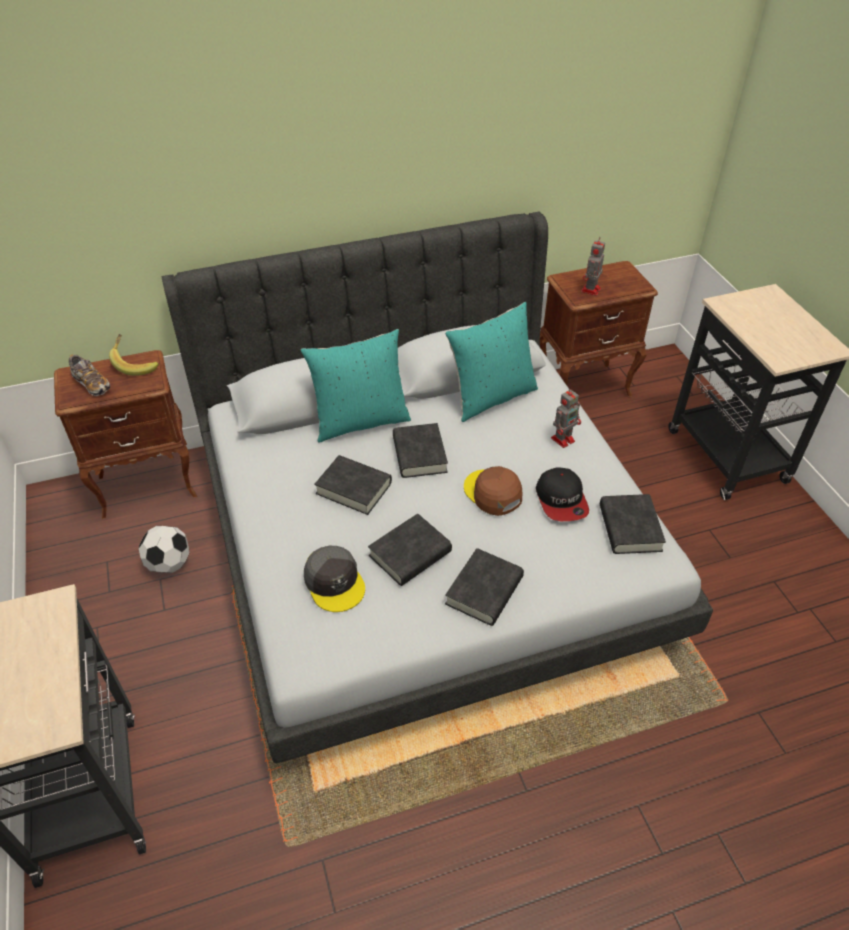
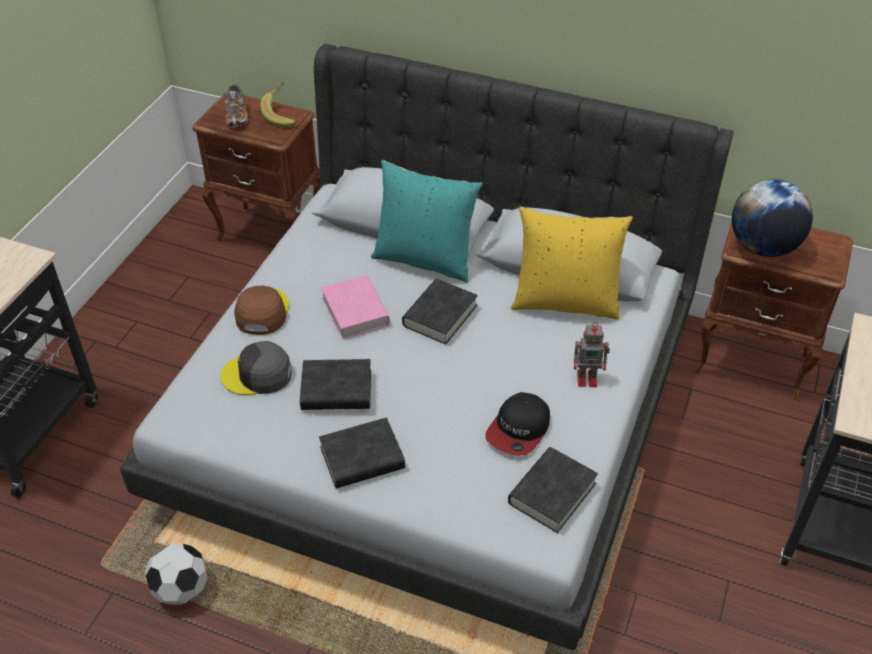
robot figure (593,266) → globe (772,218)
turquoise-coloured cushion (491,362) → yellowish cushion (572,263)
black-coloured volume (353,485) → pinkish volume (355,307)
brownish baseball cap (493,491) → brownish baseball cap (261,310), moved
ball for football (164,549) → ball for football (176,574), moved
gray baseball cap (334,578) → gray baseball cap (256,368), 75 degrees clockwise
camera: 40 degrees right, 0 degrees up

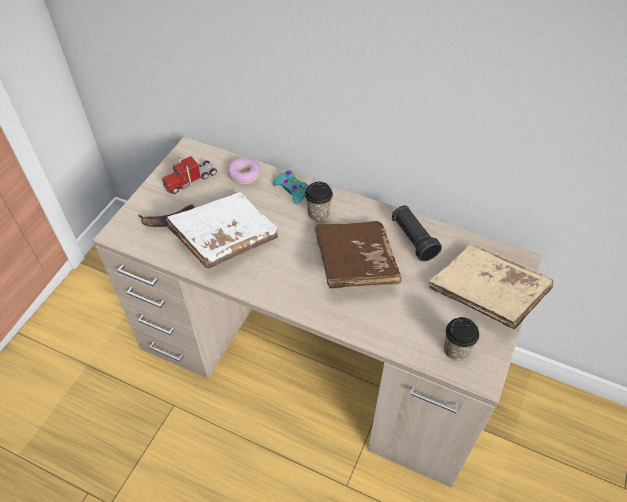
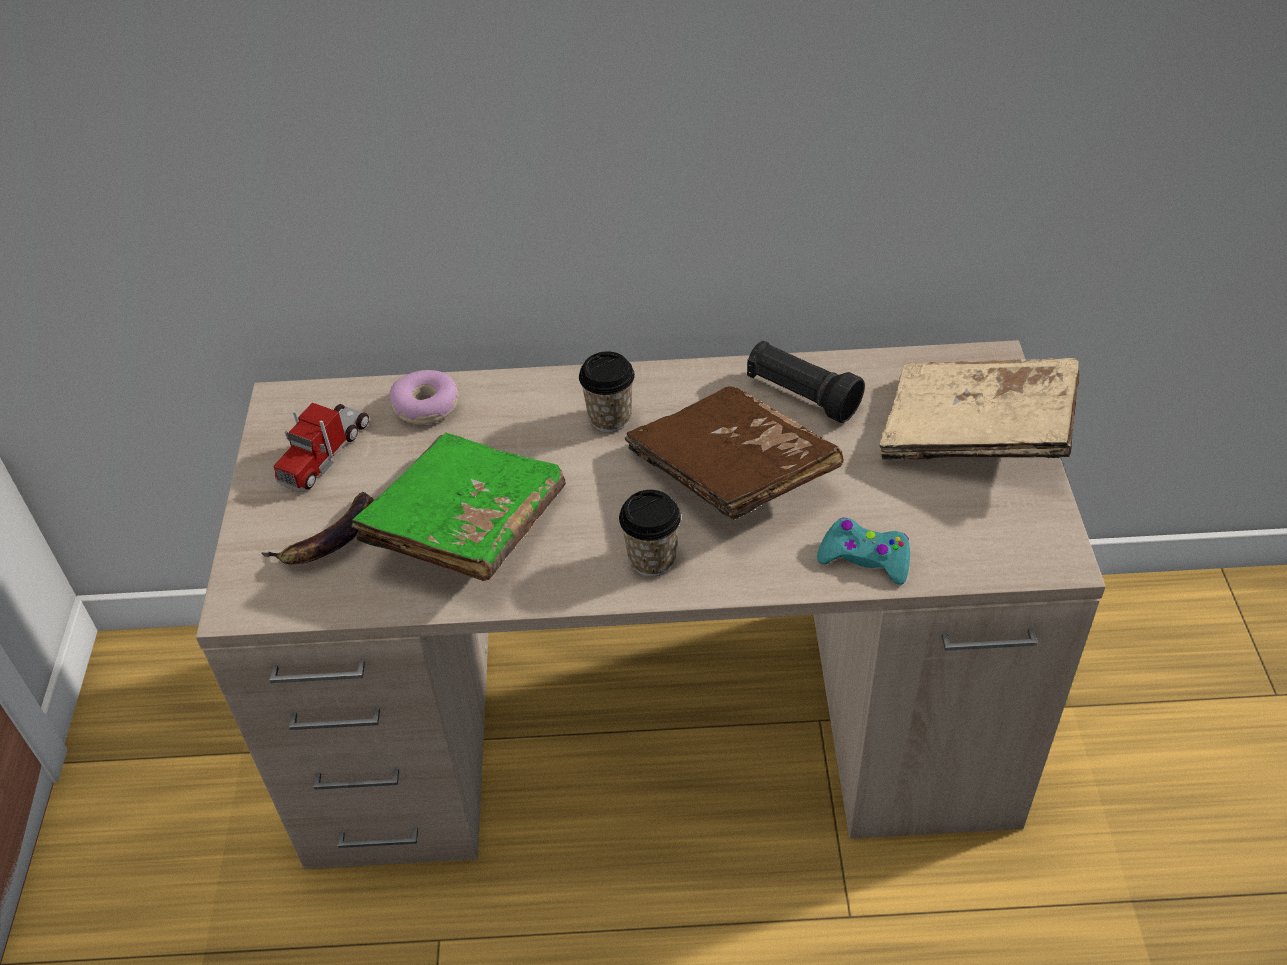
turquoise-coloured gamepad (290,187) → turquoise-coloured gamepad (863,551), moved
whitish volume (222,230) → greenish volume (458,507)
cup (461,339) → cup (650,533), moved
camera: 25 degrees left, 5 degrees down

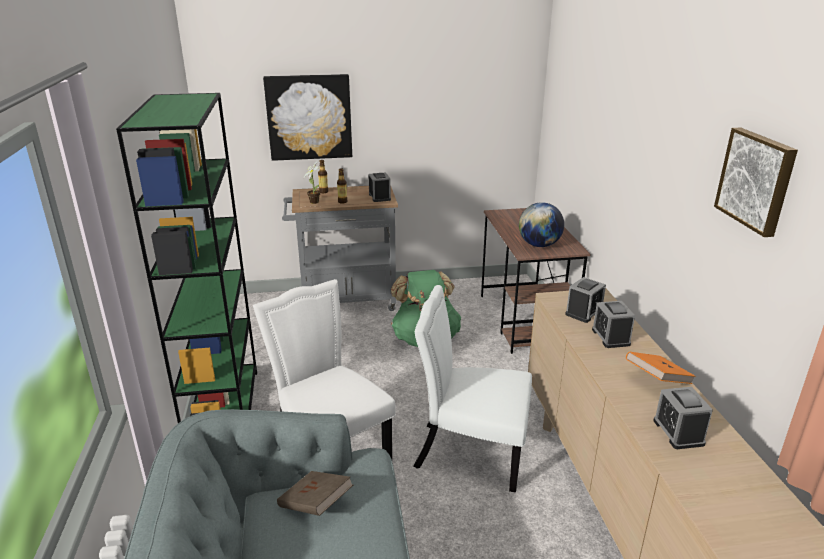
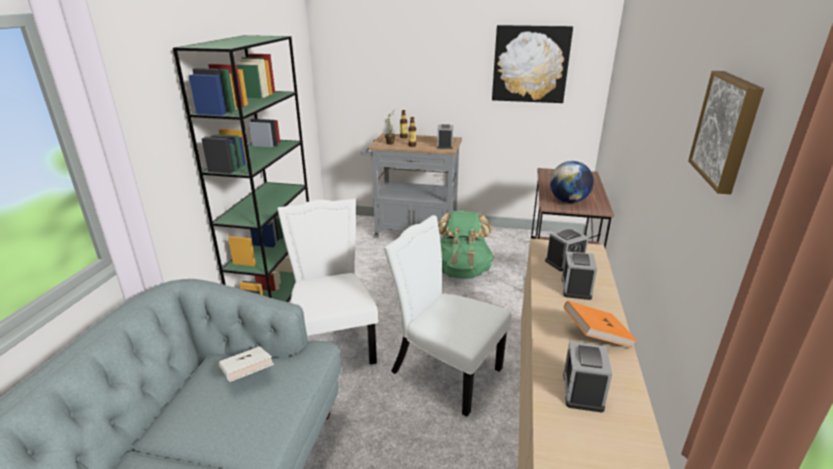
wall art (307,117) → wall art (532,64), moved
brownish volume (315,493) → whitish volume (246,364)
camera: 20 degrees right, 0 degrees up

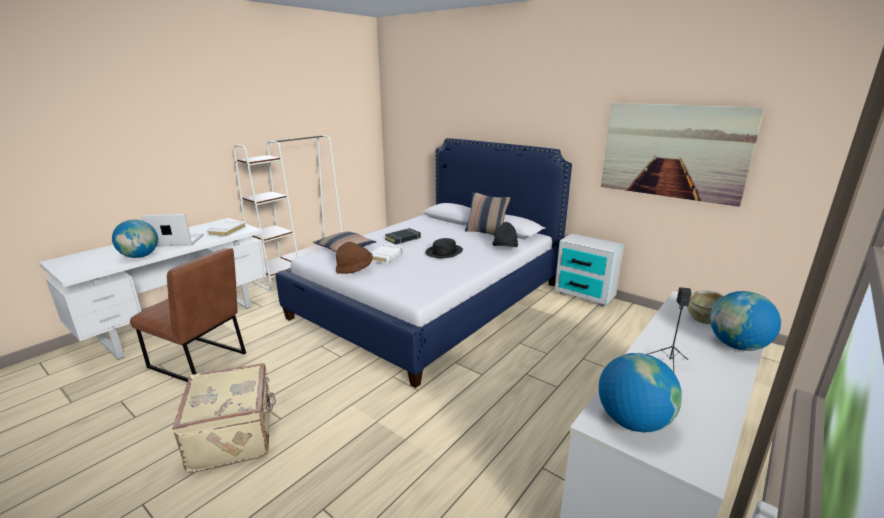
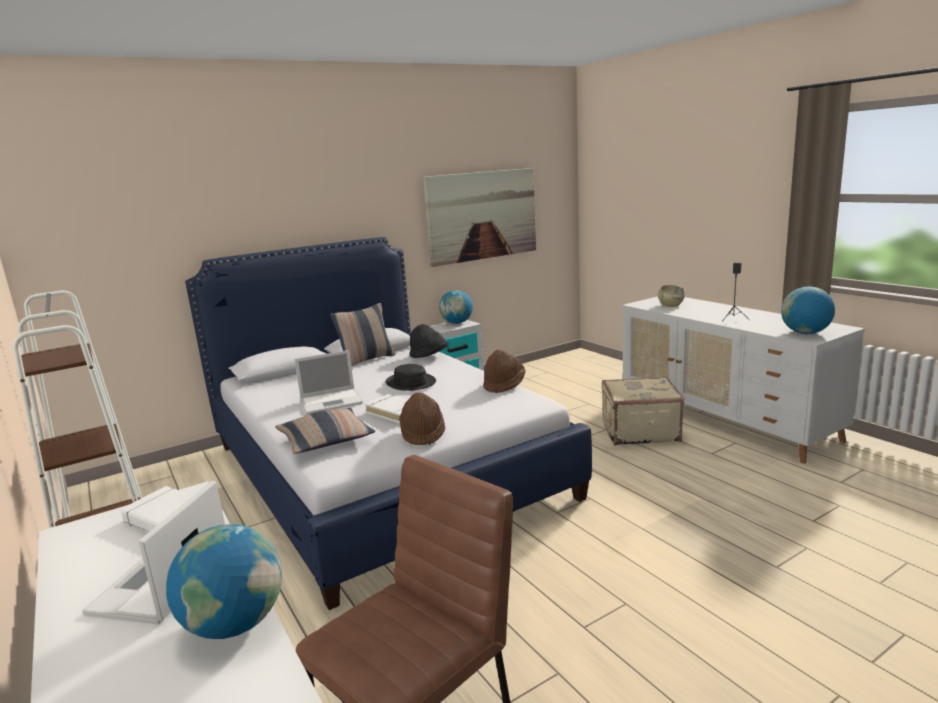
black-coloured volume (403,236) → portable computer (329,382)
globe (745,321) → globe (456,307), moved
beige-coloured piece of luggage (224,418) → beige-coloured piece of luggage (643,411), moved
- → brownish wearable hat (504,371)
camera: 70 degrees left, 5 degrees down

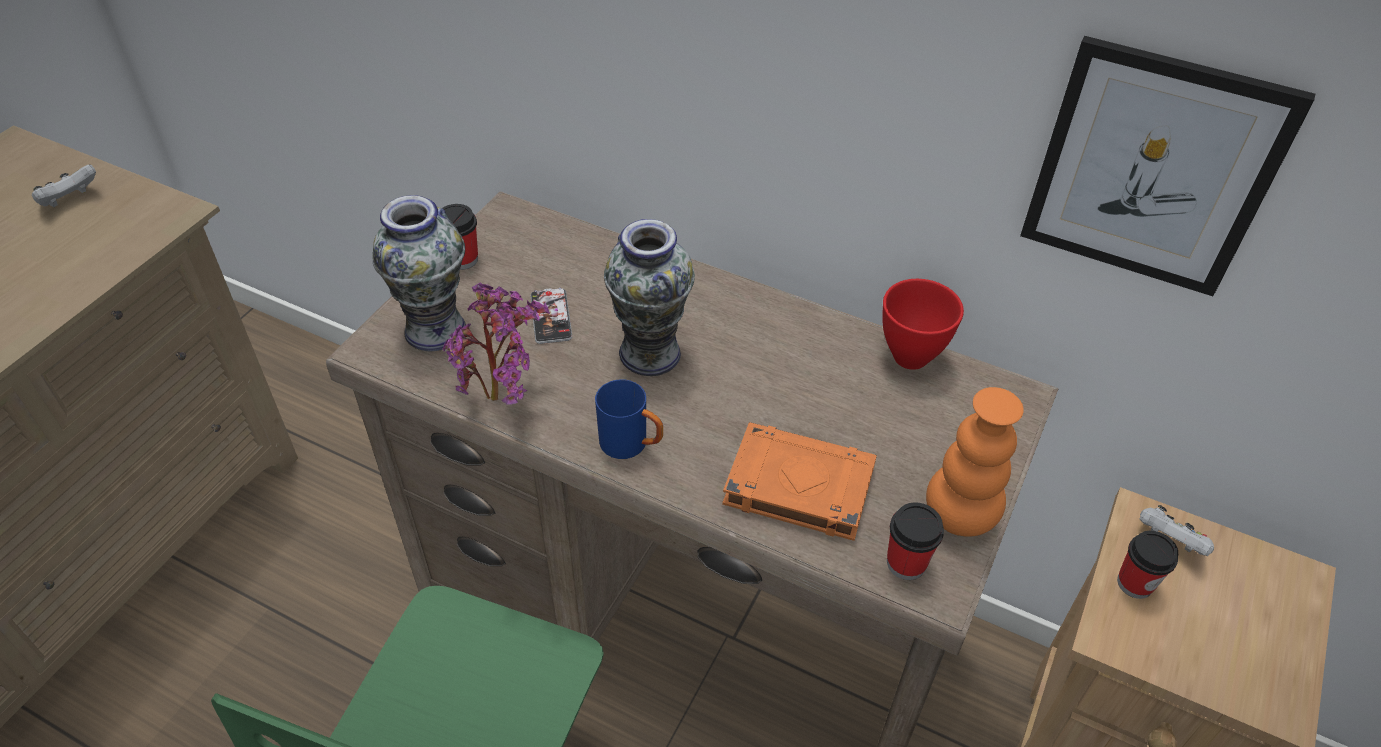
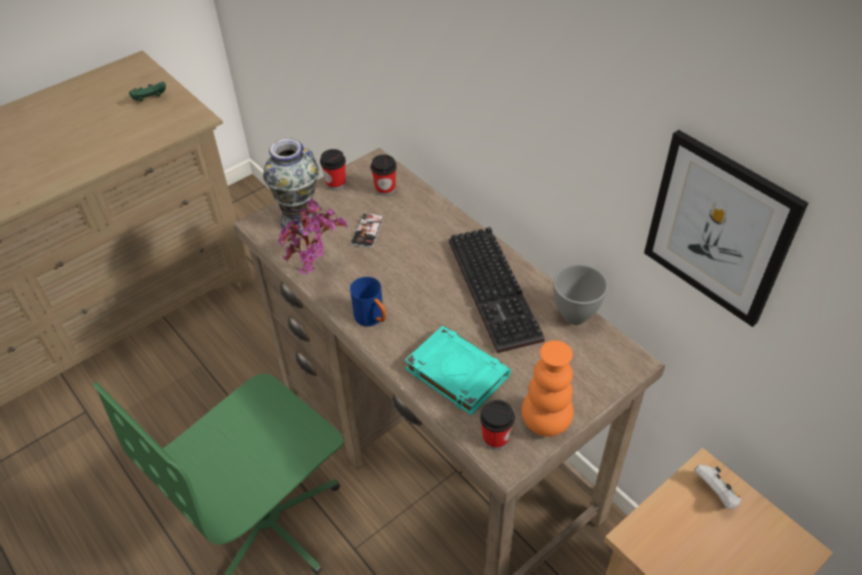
whitish gamepad (64,186) → greenish gamepad (147,92)
decorative vase (649,297) → -
reddish bowl (923,324) → gray bowl (580,294)
orange volume (799,481) → turquoise-coloured volume (458,370)
cup (1147,564) → cup (384,175), moved
- → PC keyboard (497,290)
camera: 25 degrees right, 0 degrees up

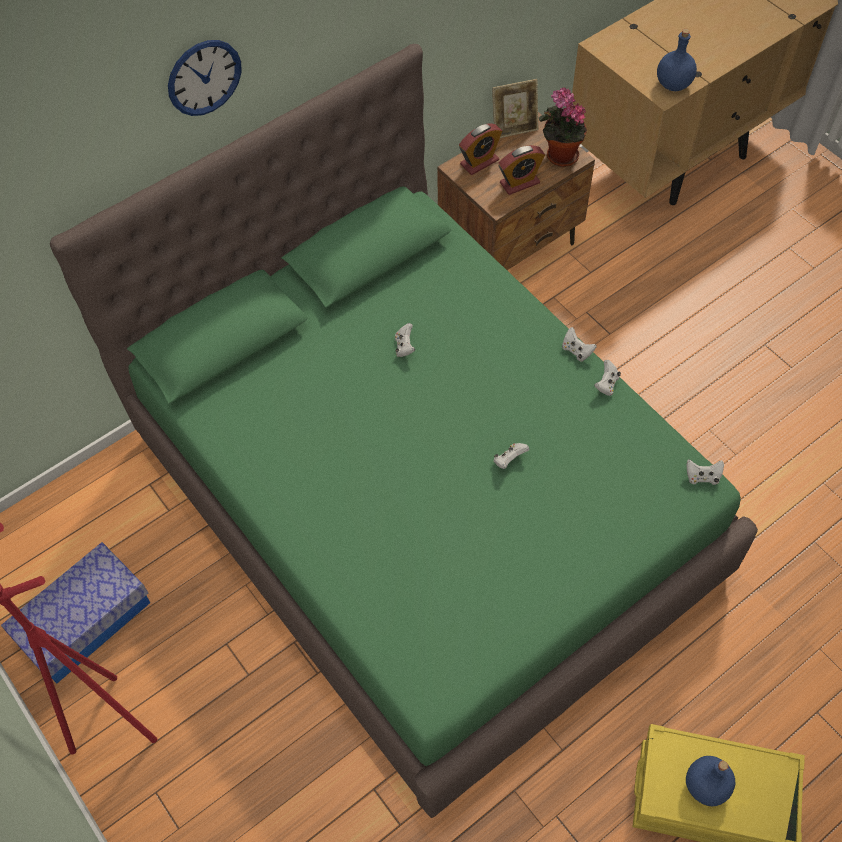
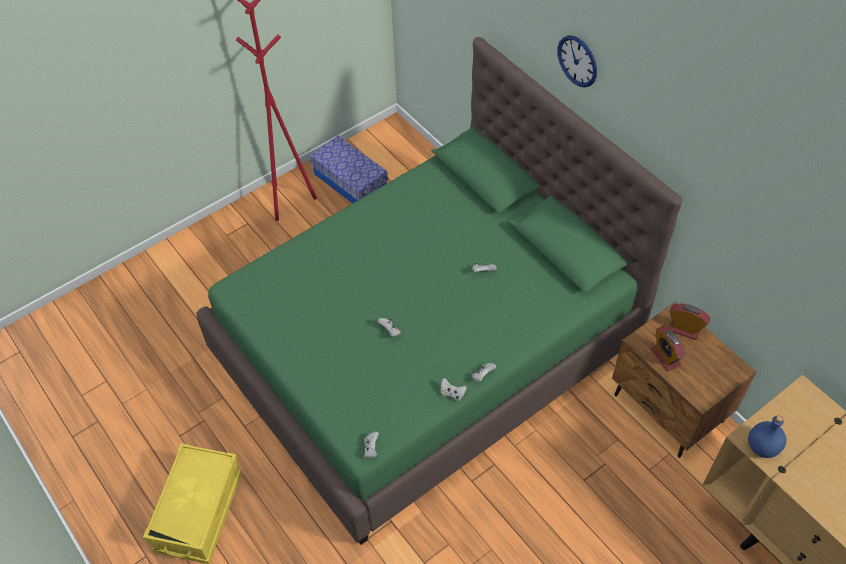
picture frame (515,108) → -
plant in a pot (563,127) → -
bedside clock (480,149) → bedside clock (689,322), 150 degrees clockwise
blue drink bottle (710,781) → -
camera: 90 degrees right, 5 degrees down

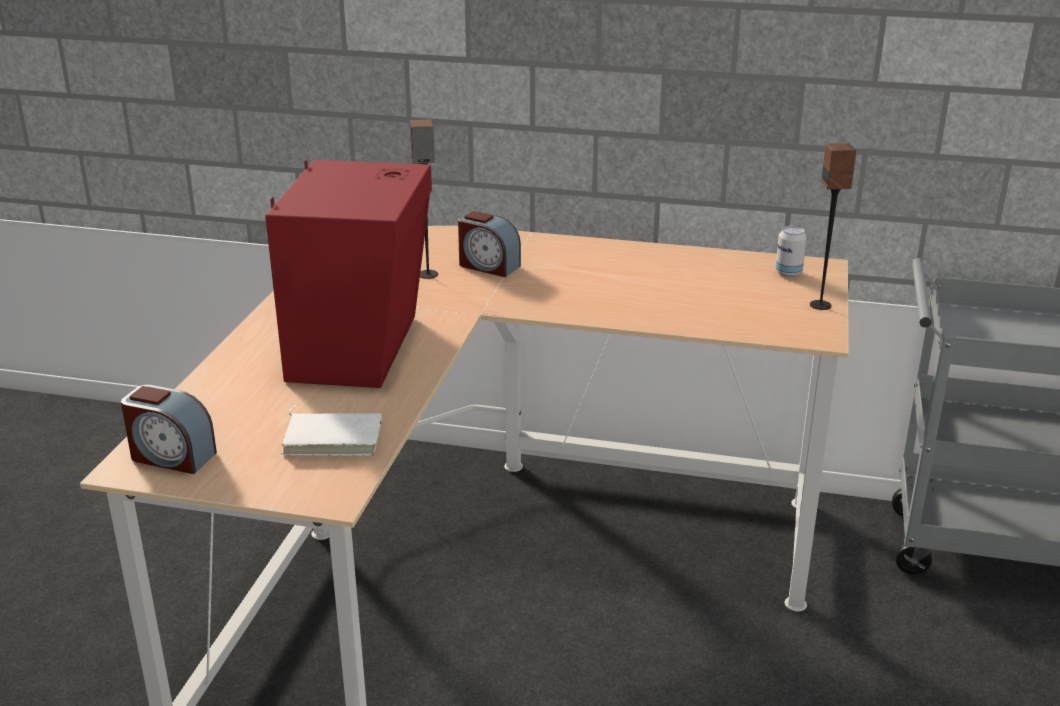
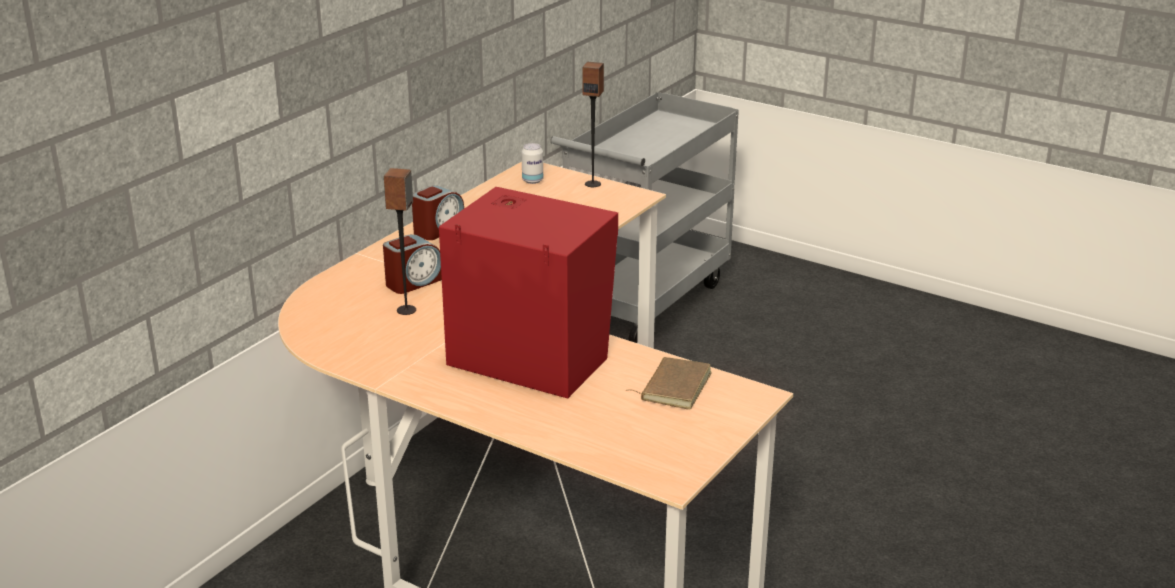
bedside clock (169,429) → bedside clock (438,212), moved
whitish volume (331,430) → brownish volume (669,383)
camera: 70 degrees left, 0 degrees up

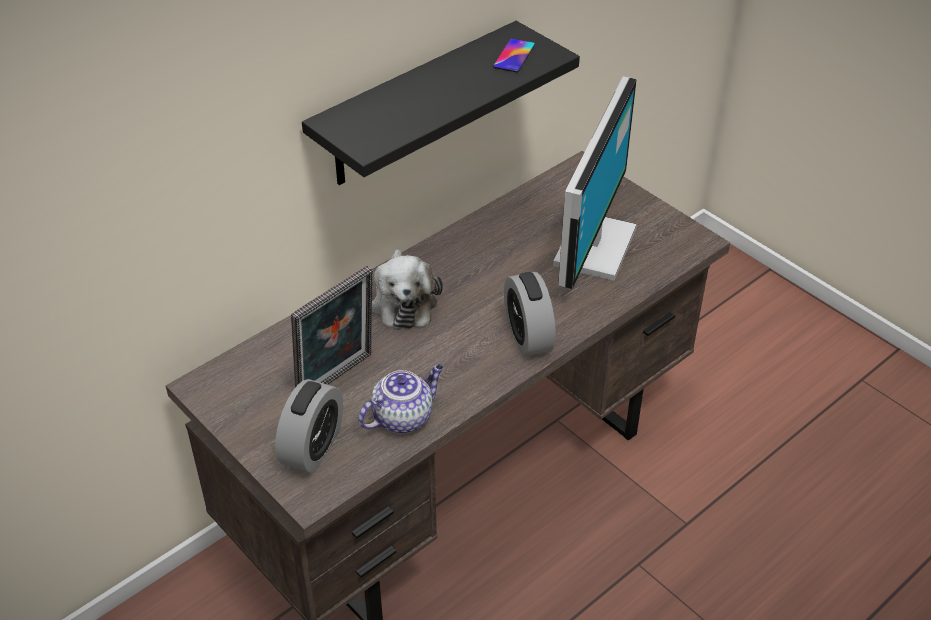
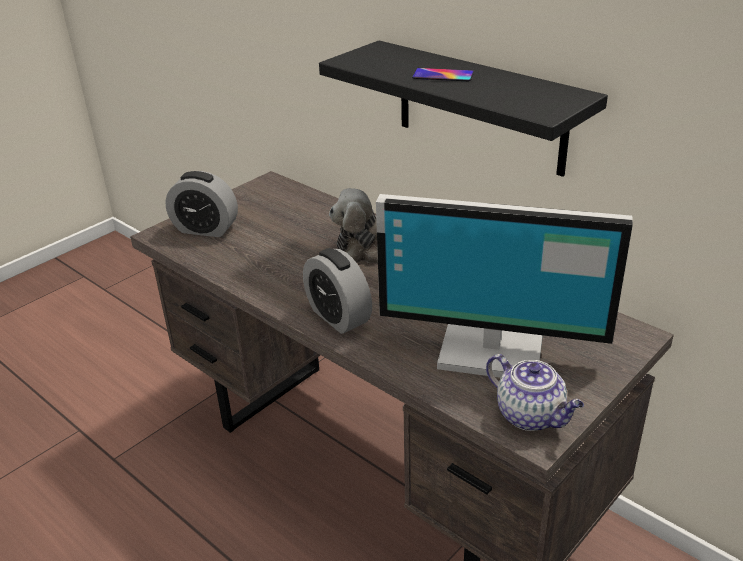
telephone (514,55) → telephone (443,74), moved
picture frame (332,326) → -
bedside clock (530,314) → bedside clock (337,291), 105 degrees counterclockwise
pot for tea (401,399) → pot for tea (535,392), moved
camera: 85 degrees right, 10 degrees down

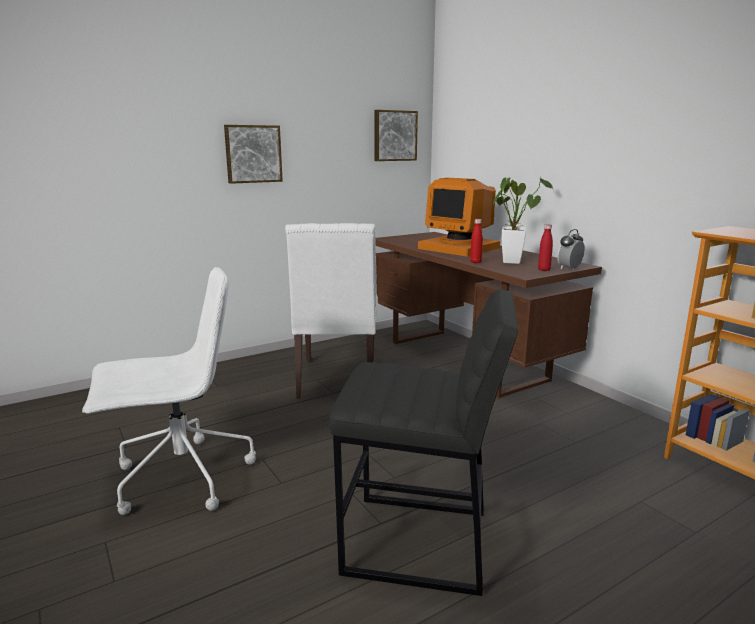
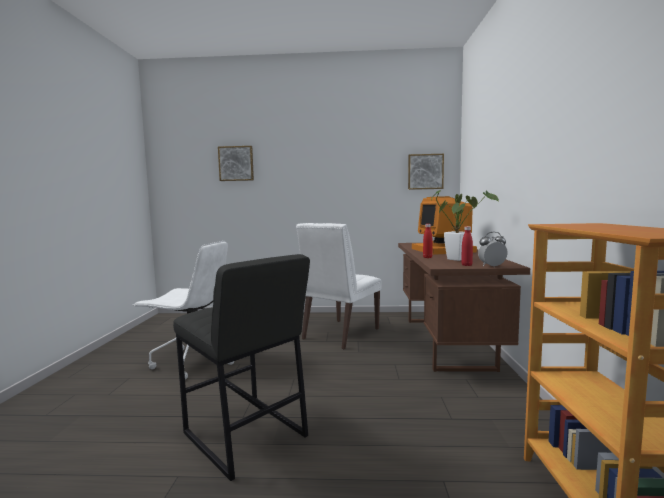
wall art (253,154) → wall art (236,163), moved
camera: 35 degrees right, 10 degrees down

